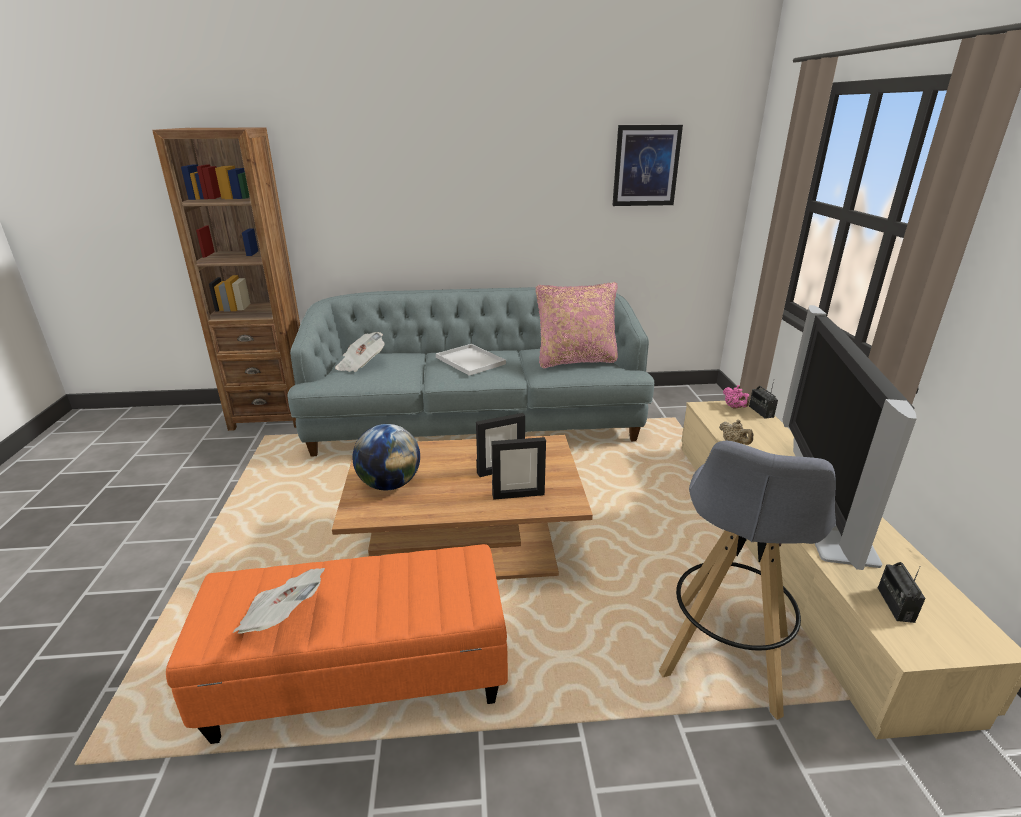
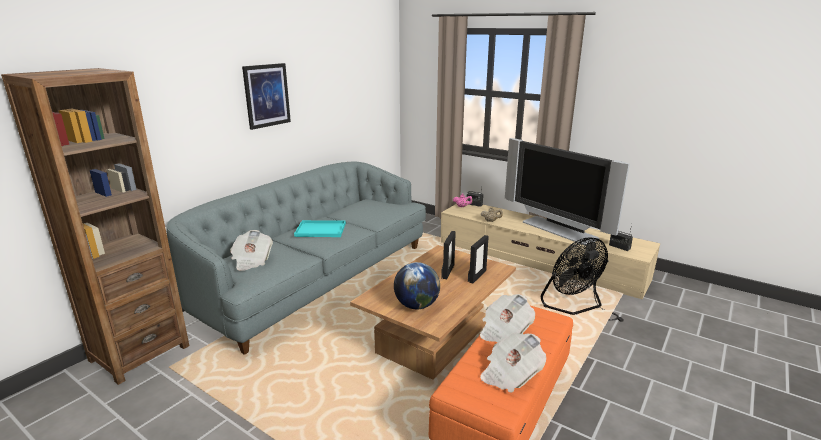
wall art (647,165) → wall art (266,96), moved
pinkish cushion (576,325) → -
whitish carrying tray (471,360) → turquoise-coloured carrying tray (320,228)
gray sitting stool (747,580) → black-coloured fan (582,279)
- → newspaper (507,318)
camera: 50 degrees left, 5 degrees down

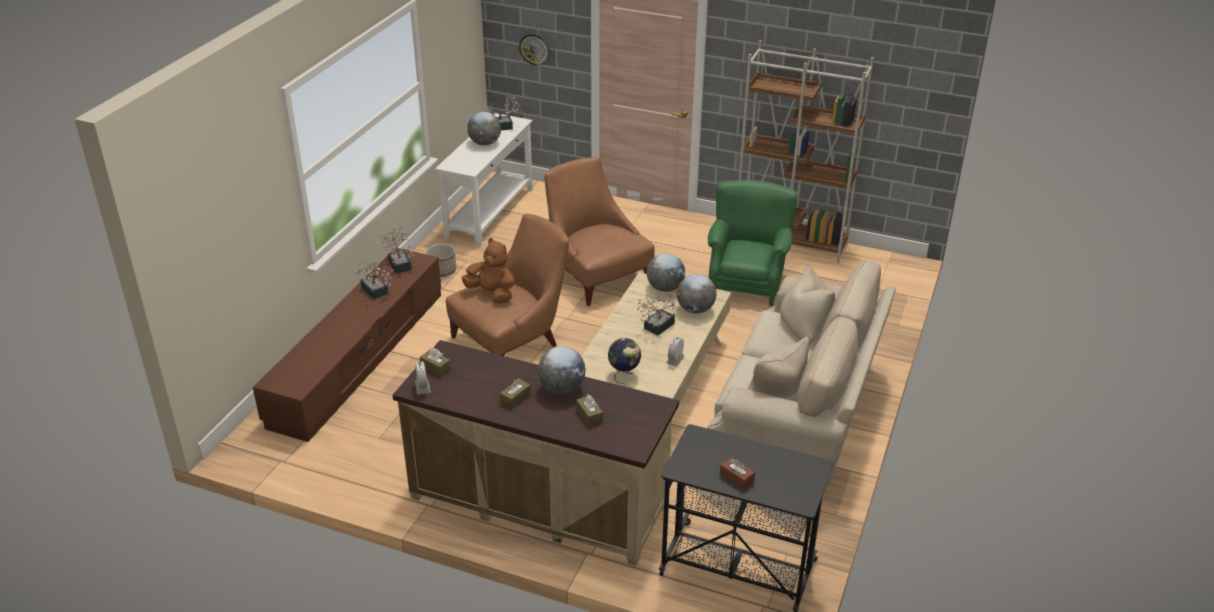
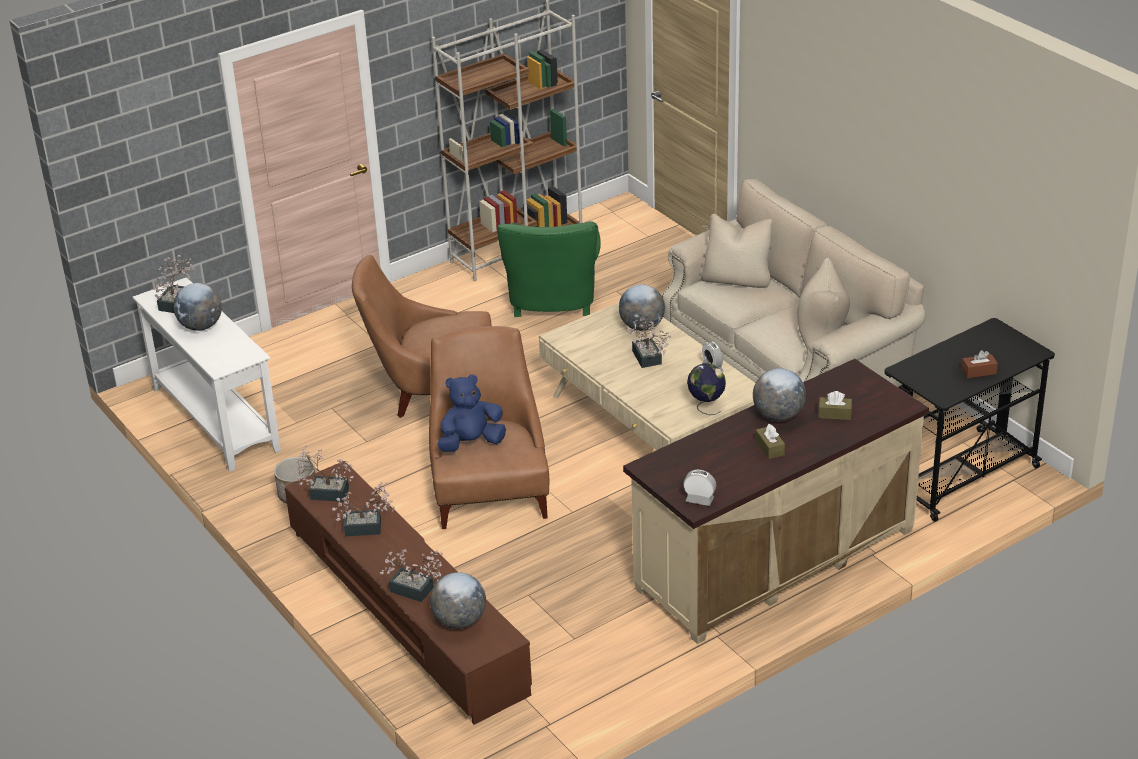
clock on the wall (534,49) → -
greenish armchair (753,243) → greenish armchair (549,269), 135 degrees counterclockwise
brownish plush toy (488,271) → blue plush toy (471,413)
globe (666,272) → globe (458,600), moved
brownish tissue box (435,362) → -
- → plant in a pot (411,575)
camera: 55 degrees left, 0 degrees up

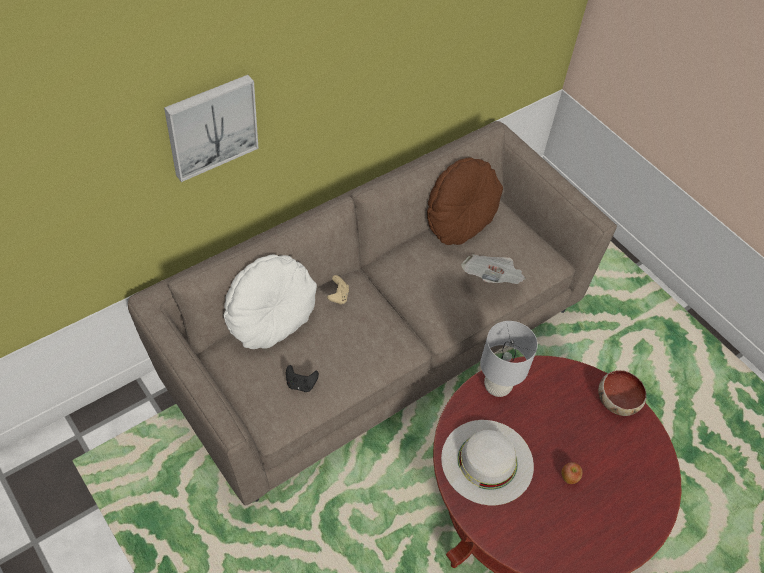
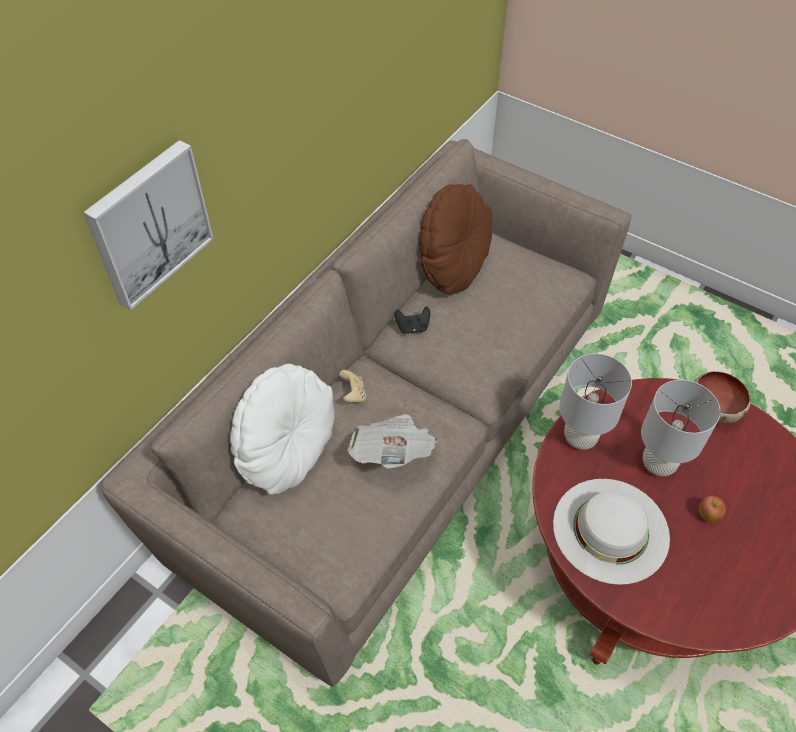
newspaper (493,269) → newspaper (392,441), moved
black-coloured gamepad (302,378) → black-coloured gamepad (412,320), moved
- → gray table lamp (681,428)
camera: 15 degrees left, 0 degrees up

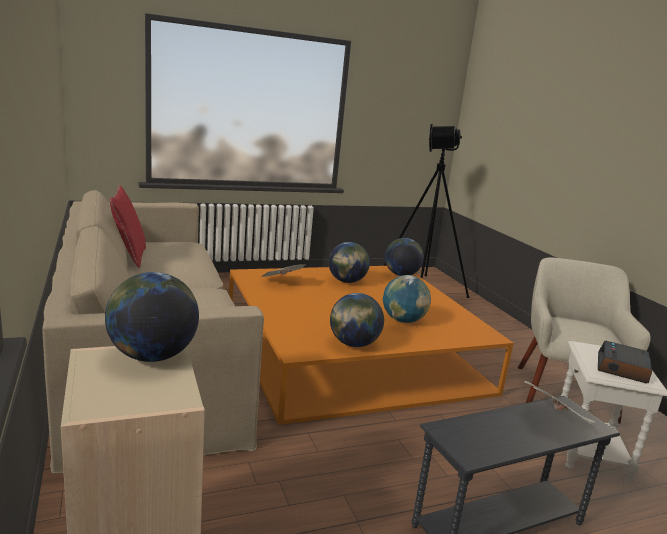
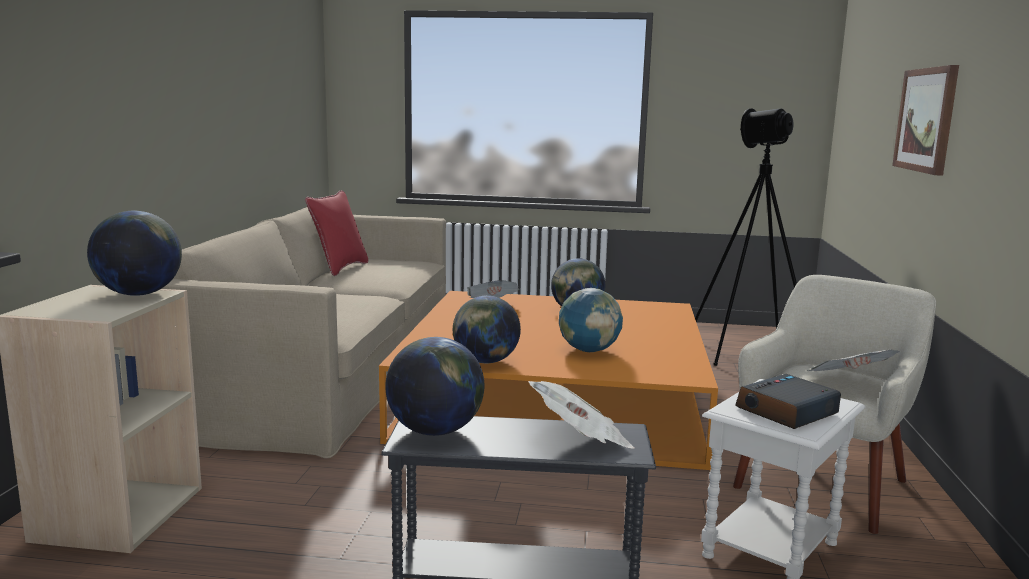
globe (404,257) → globe (435,386), moved
- → wall art (925,120)
- → newspaper (853,360)
camera: 30 degrees right, 5 degrees down

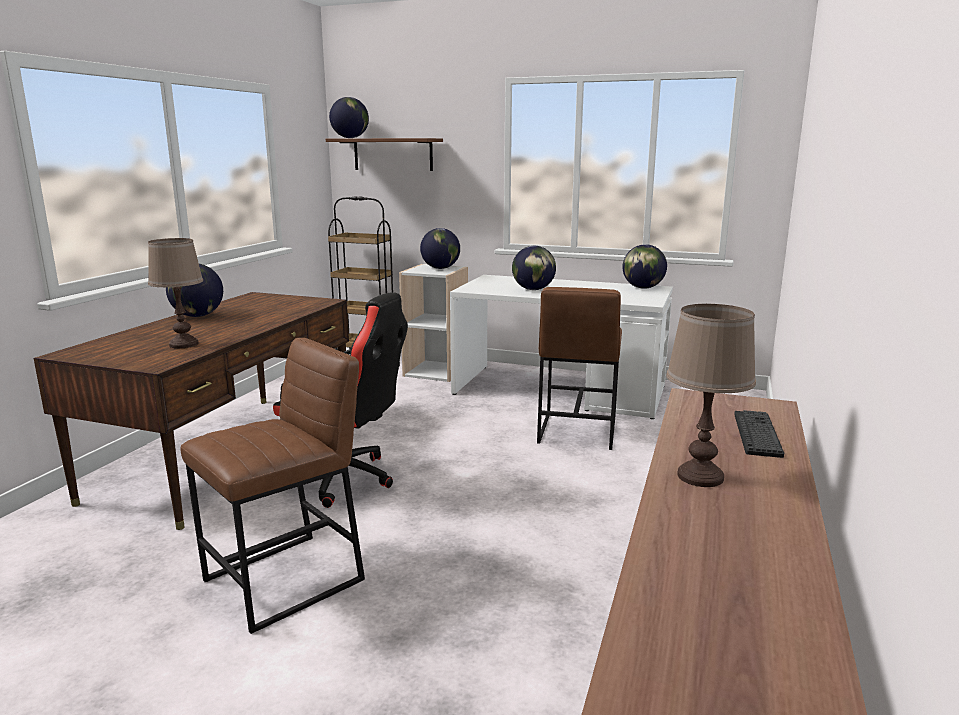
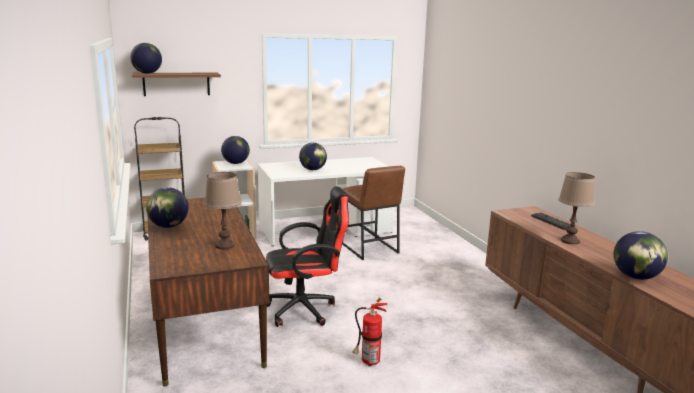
globe (644,266) → globe (640,255), moved
brownish upright chair (272,486) → extinguisher (370,332)
camera: 40 degrees left, 0 degrees up

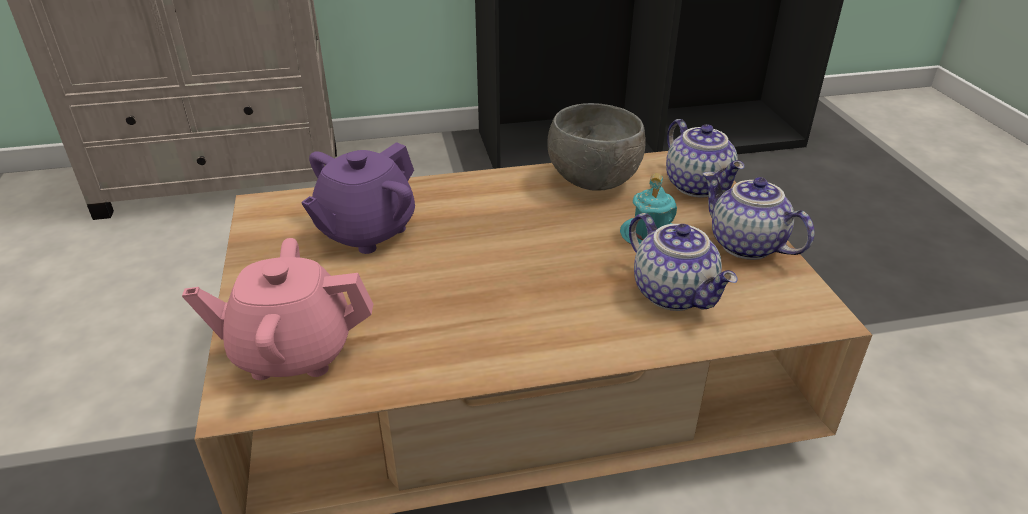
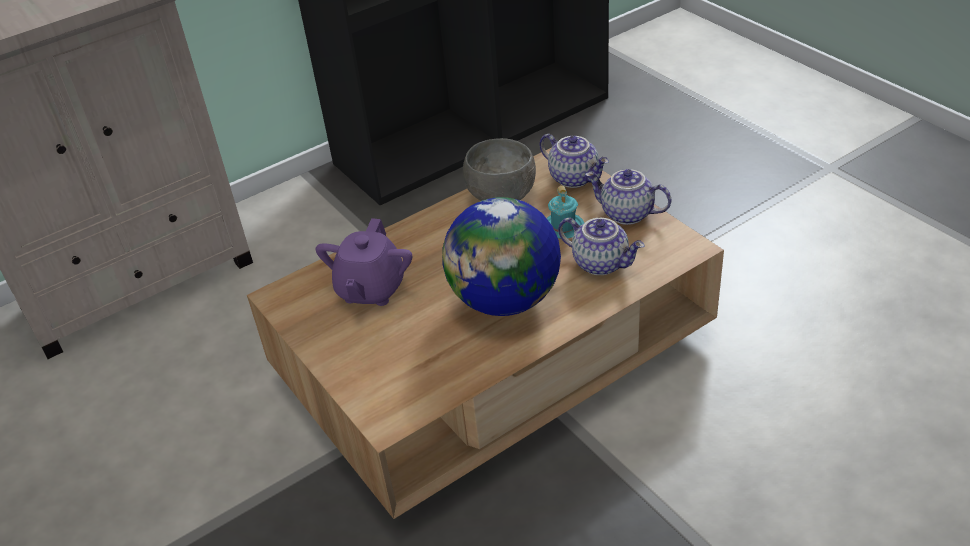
pinkish pot for tea (277,309) → -
- → globe (501,256)
camera: 20 degrees left, 5 degrees up

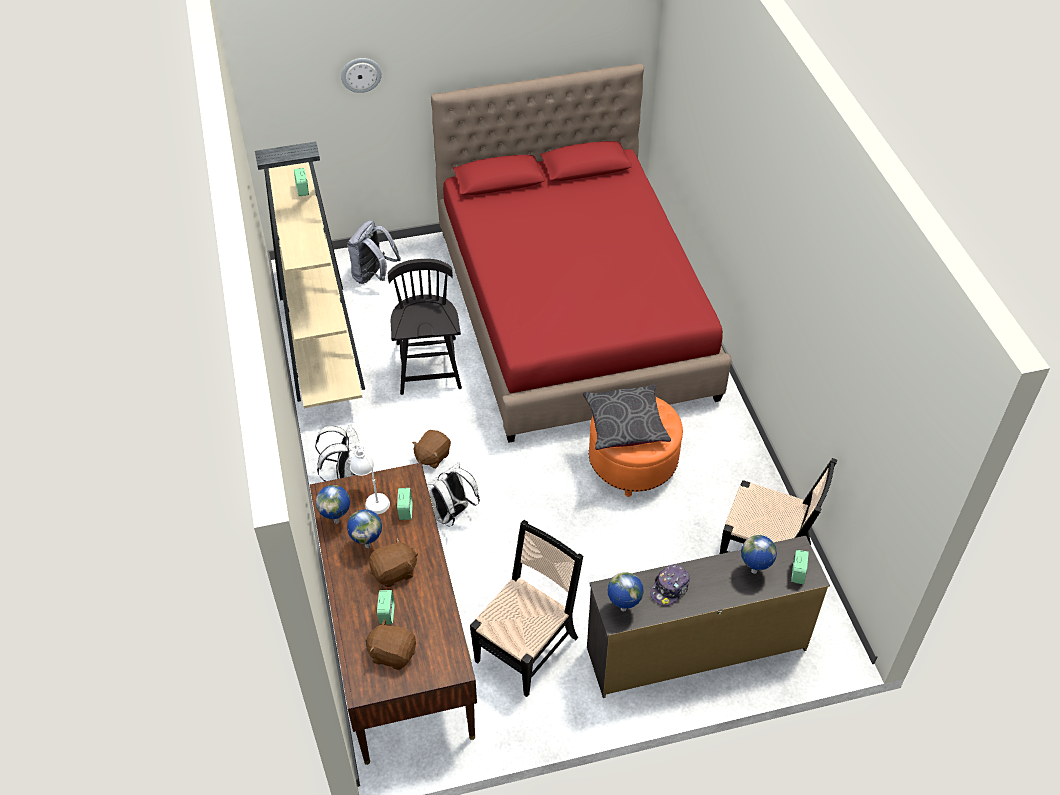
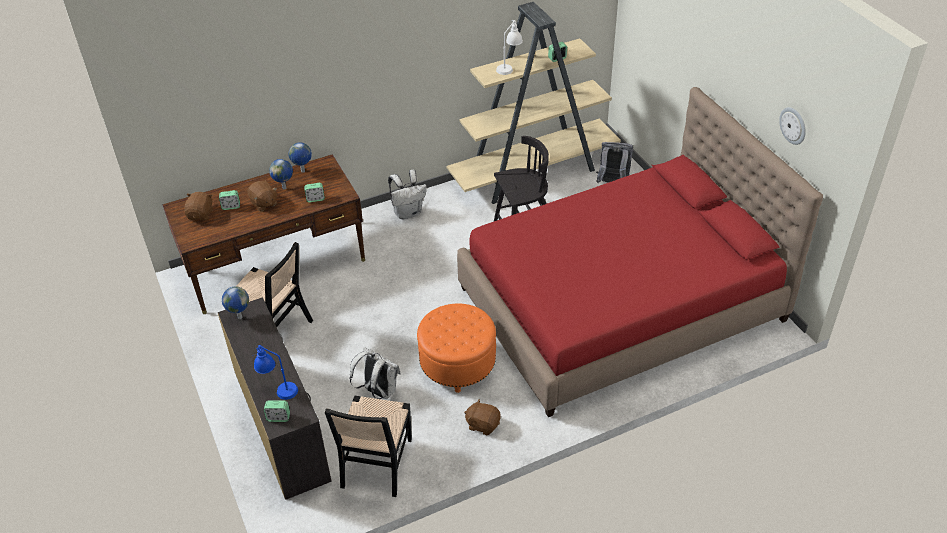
clock on the wall (361,75) → clock on the wall (792,126), moved
gray cushion (627,417) → -
brownish plush toy (431,449) → brownish plush toy (482,417), moved
whitish table lamp (369,478) → whitish table lamp (509,47), moved
whitish backpack (453,493) → whitish backpack (375,373), moved
globe (759,554) → blue table lamp (275,372)
baseball cap (670,585) → -
camera: 80 degrees right, 5 degrees down

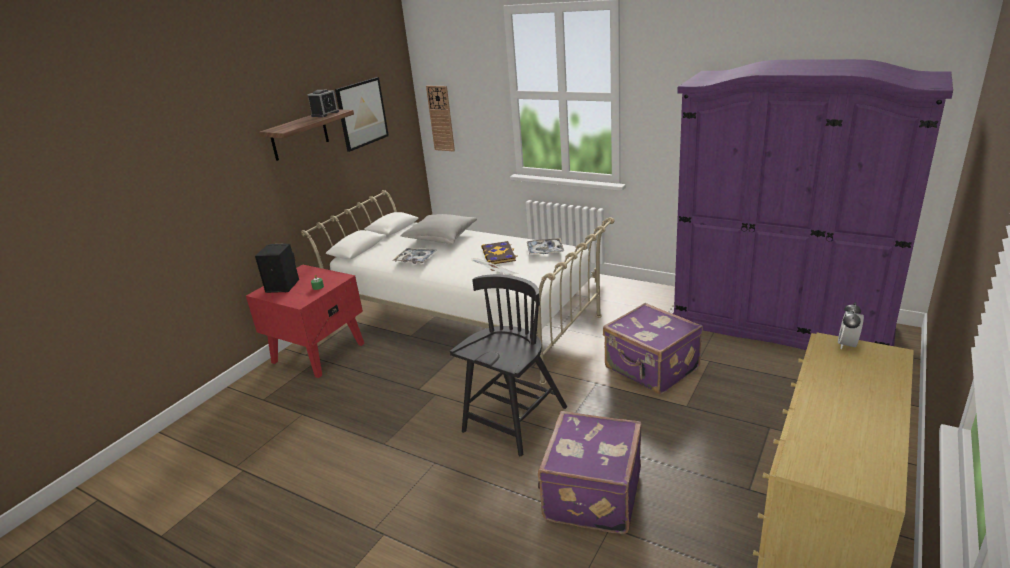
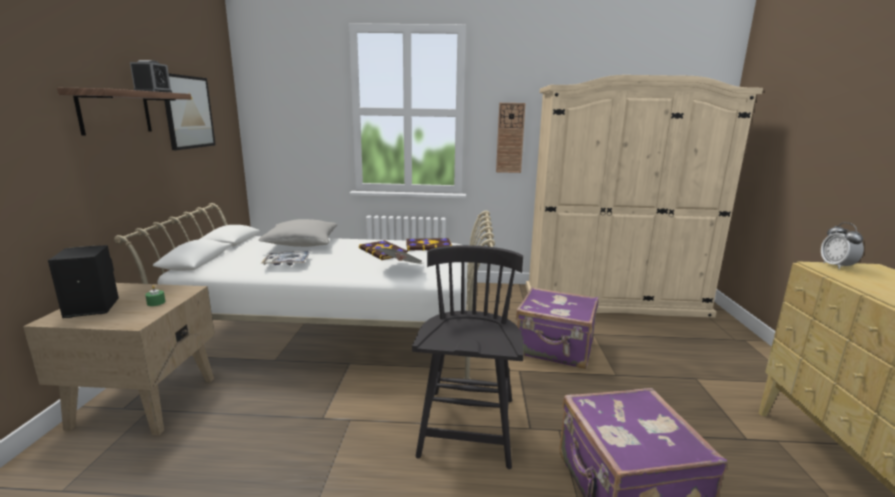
purple armoire (813,204) → beige-coloured armoire (644,196)
clock on the wall (440,119) → clock on the wall (511,138), moved
carrying tray (545,246) → volume (429,244)
reddish nightstand (305,321) → beige-coloured nightstand (119,359)
camera: 30 degrees left, 10 degrees down

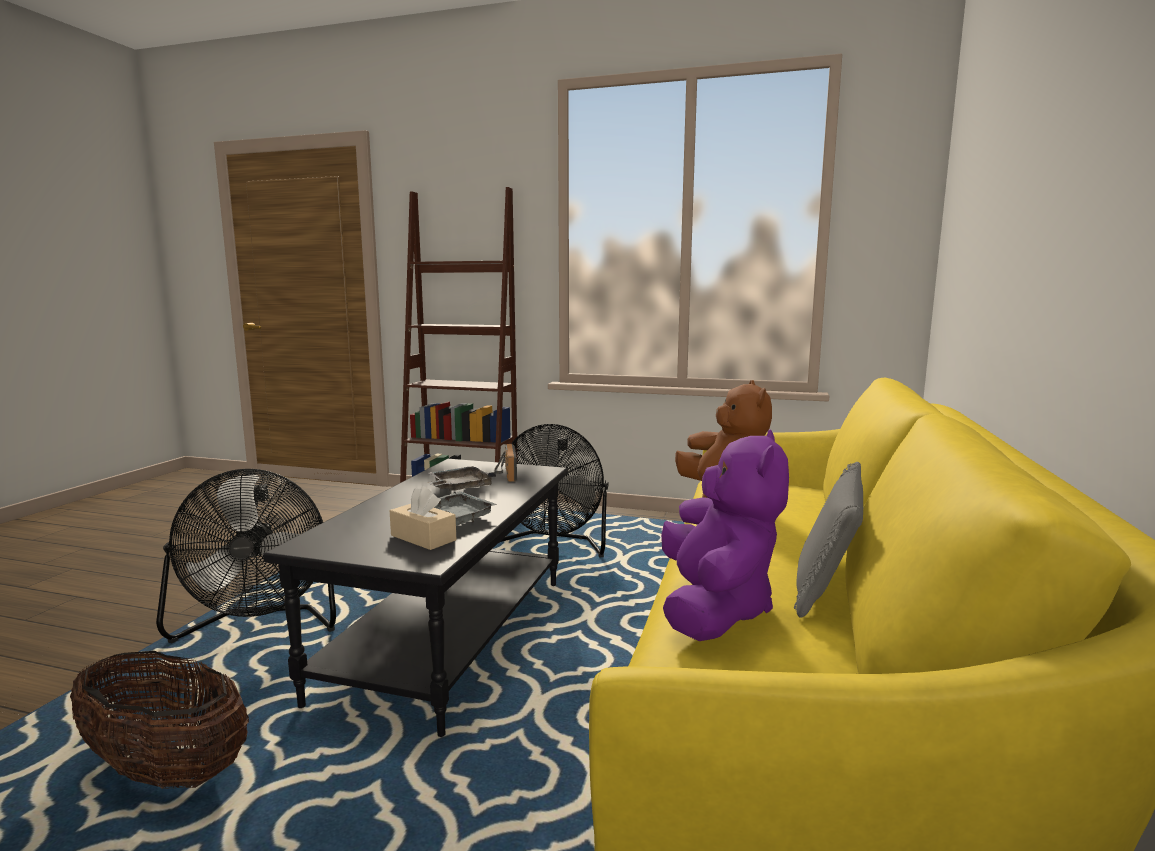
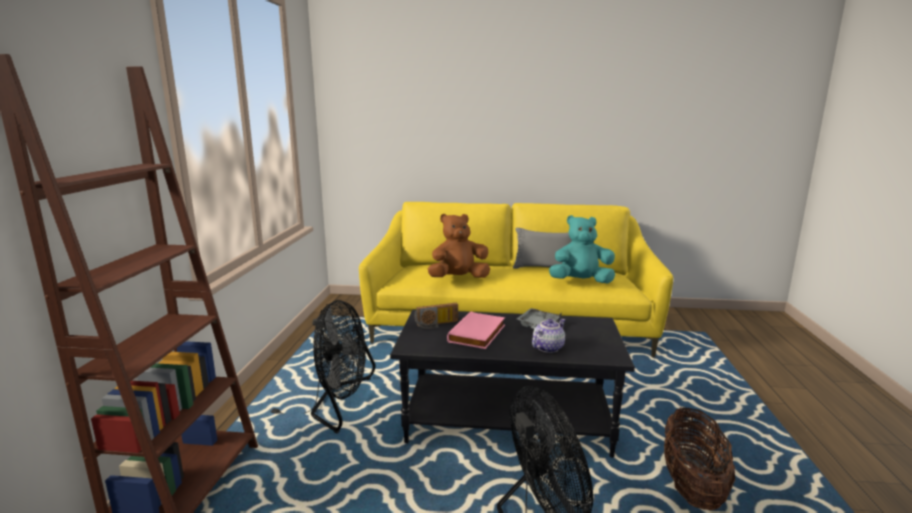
purple plush toy (725,535) → turquoise-coloured plush toy (582,249)
gray carrying tray (461,478) → pinkish volume (476,330)
beige-coloured tissue box (423,518) → -
- → pot for tea (548,336)
camera: 100 degrees left, 5 degrees up

